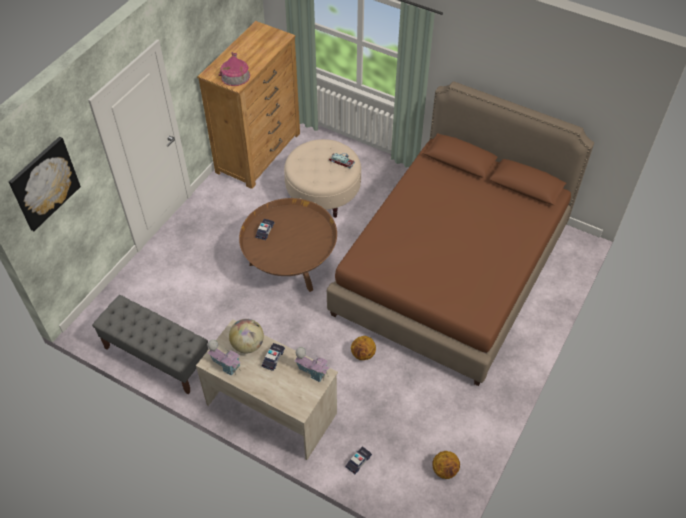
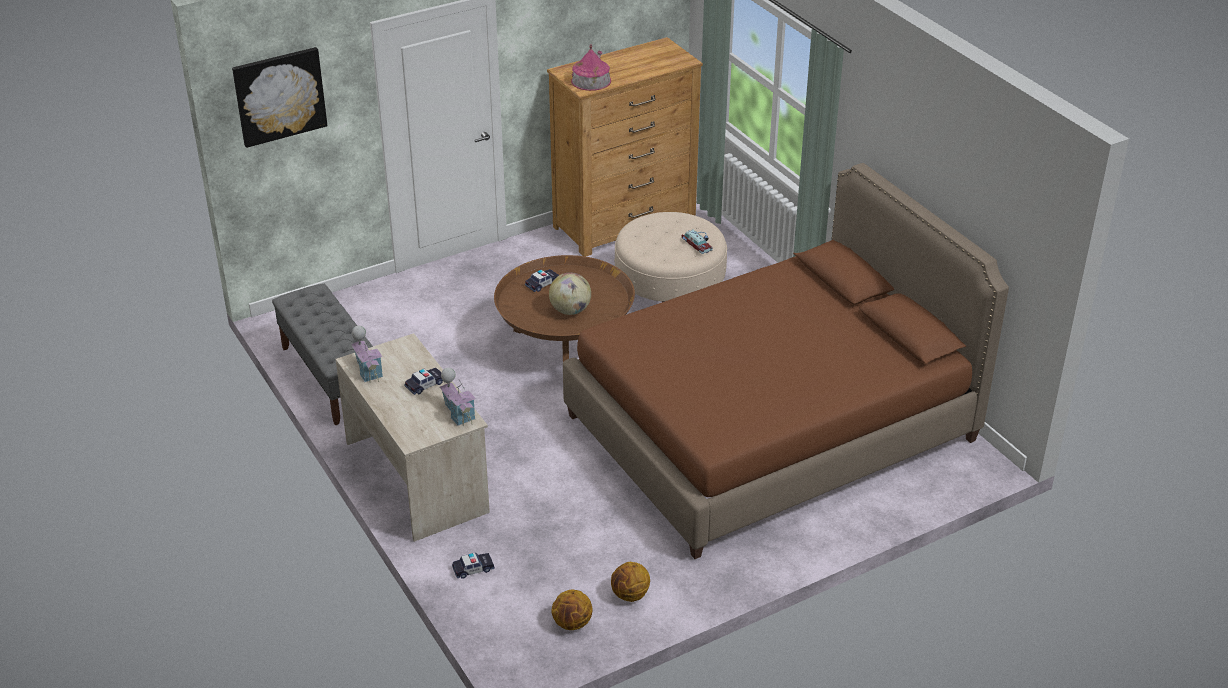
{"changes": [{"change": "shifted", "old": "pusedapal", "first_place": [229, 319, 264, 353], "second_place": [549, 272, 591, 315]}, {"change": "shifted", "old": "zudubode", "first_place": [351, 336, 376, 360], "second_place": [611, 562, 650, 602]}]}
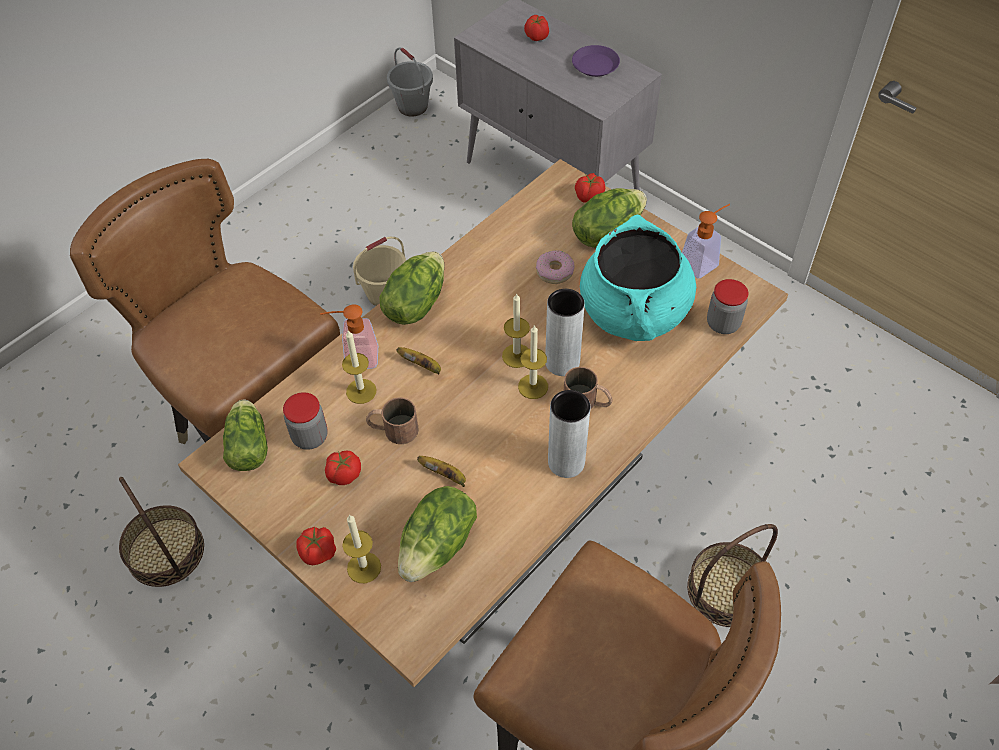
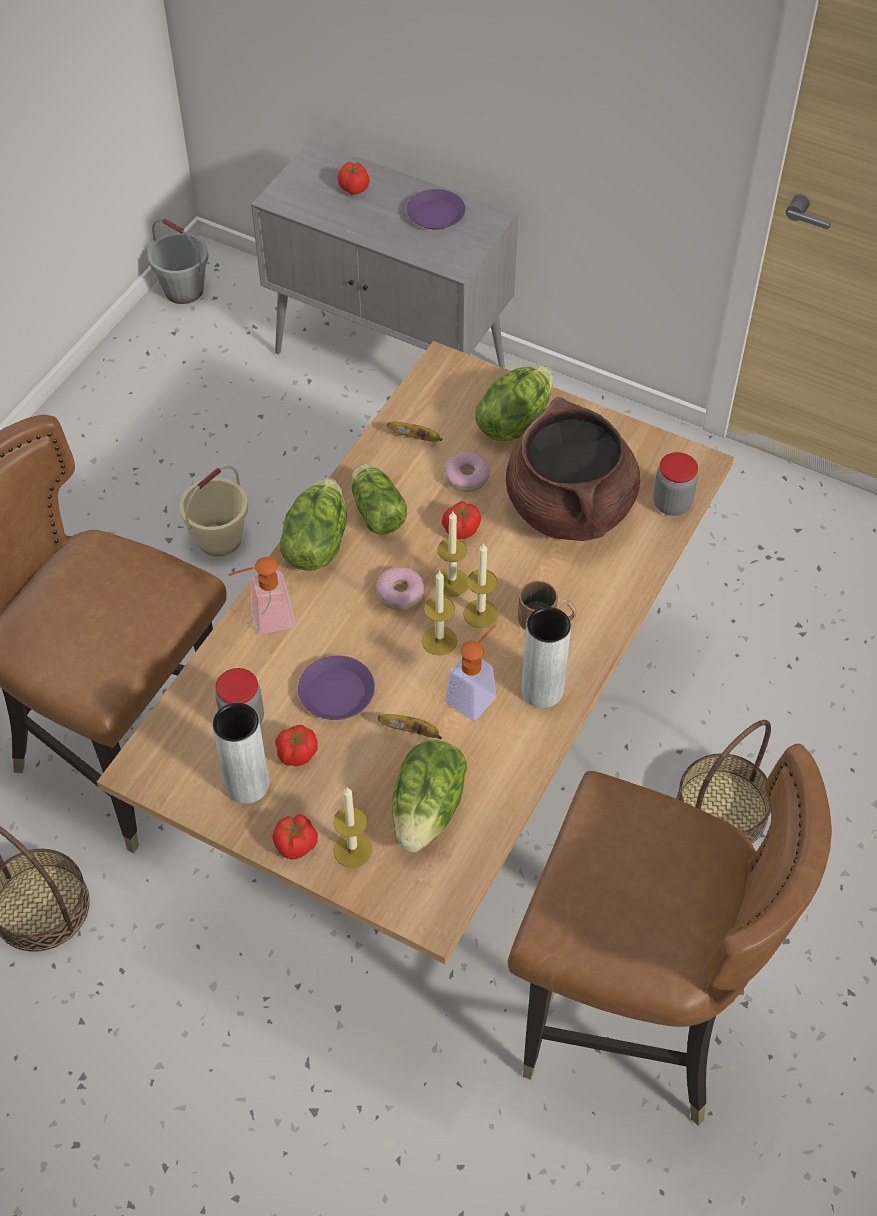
{"changes": [{"change": "shifted", "old": "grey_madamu", "first_place": [545, 289, 585, 376], "second_place": [212, 703, 269, 804]}, {"change": "swapped", "old": "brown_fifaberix", "new": "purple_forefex", "first_place": [366, 397, 419, 444], "second_place": [298, 656, 375, 720]}, {"change": "shifted", "old": "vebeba", "first_place": [223, 400, 268, 471], "second_place": [352, 464, 407, 535]}, {"change": "new", "new": "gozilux", "second_place": [376, 567, 424, 610]}, {"change": "shifted", "old": "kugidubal", "first_place": [397, 347, 441, 374], "second_place": [387, 422, 443, 442]}, {"change": "shifted", "old": "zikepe", "first_place": [342, 331, 376, 404], "second_place": [422, 570, 457, 656]}, {"change": "shifted", "old": "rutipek", "first_place": [575, 173, 605, 202], "second_place": [442, 501, 481, 539]}, {"change": "shifted", "old": "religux", "first_place": [682, 204, 730, 279], "second_place": [445, 625, 496, 720]}, {"change": "repainted", "old": "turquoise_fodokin", "new": "brown_fodokin", "first_place": [580, 215, 696, 341], "second_place": [506, 397, 640, 541]}]}
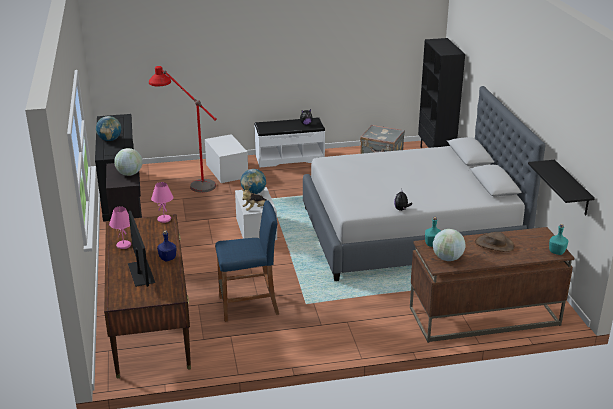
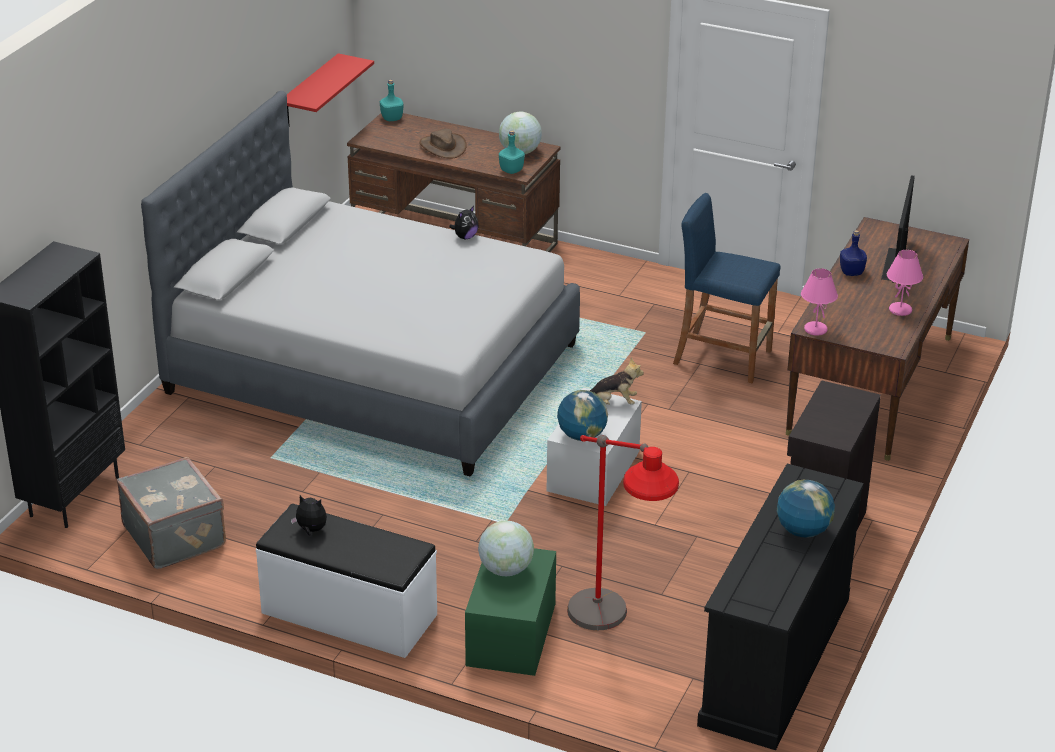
{"changes": [{"change": "repainted", "old": "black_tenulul", "new": "red_tenulul", "first_place": [528, 160, 595, 216], "second_place": [287, 53, 374, 127]}, {"change": "repainted", "old": "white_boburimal", "new": "green_boburimal", "first_place": [205, 134, 248, 183], "second_place": [465, 548, 556, 676]}, {"change": "shifted", "old": "pusedapal", "first_place": [114, 148, 142, 176], "second_place": [478, 521, 534, 576]}]}
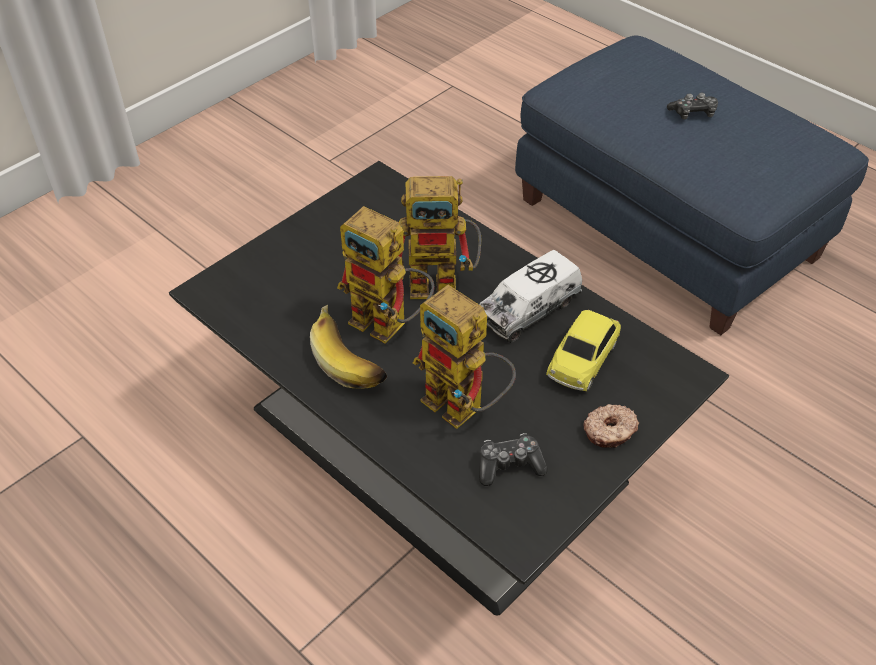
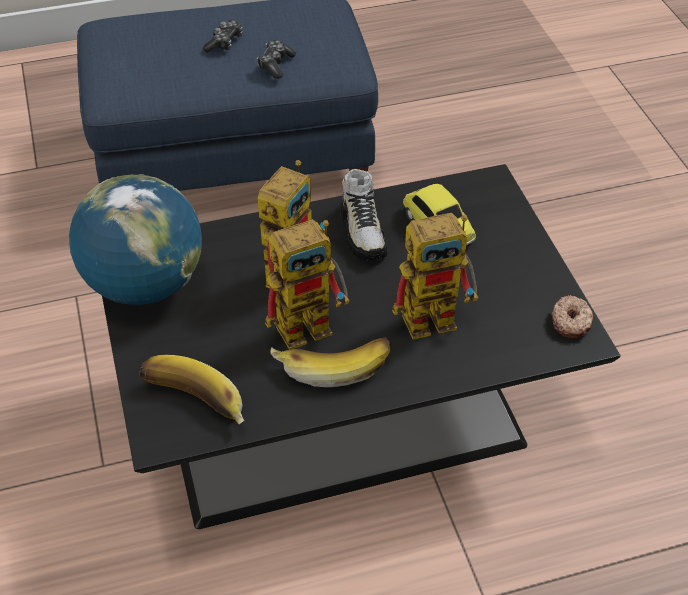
{"changes": [{"change": "new", "new": "pusedapal", "second_place": [69, 174, 202, 305]}, {"change": "new", "new": "kugidubal", "second_place": [140, 355, 244, 424]}, {"change": "shifted", "old": "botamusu", "first_place": [479, 433, 548, 486], "second_place": [257, 40, 296, 79]}, {"change": "swapped", "old": "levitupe", "new": "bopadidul", "first_place": [479, 250, 582, 343], "second_place": [340, 169, 388, 260]}, {"change": "shifted", "old": "gozilux", "first_place": [584, 404, 639, 448], "second_place": [551, 295, 593, 338]}]}
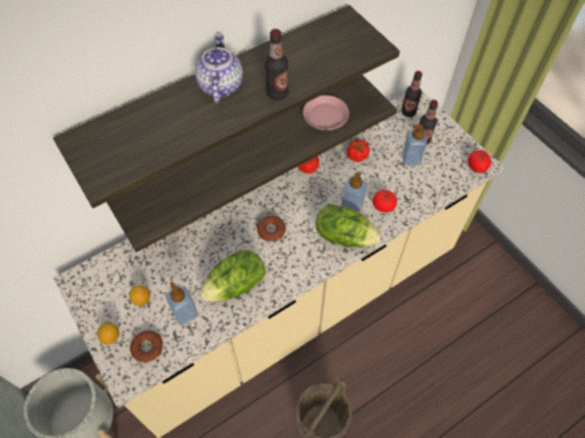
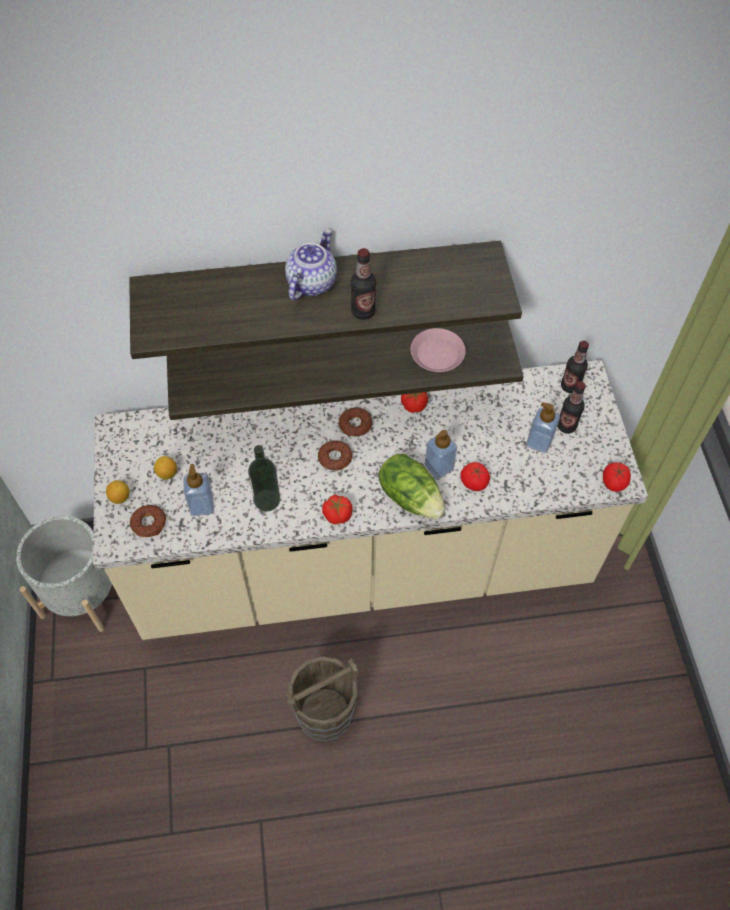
{"changes": [{"change": "swapped", "old": "vebeba", "new": "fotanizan", "first_place": [199, 250, 266, 302], "second_place": [248, 445, 280, 512]}, {"change": "shifted", "old": "rutipek", "first_place": [347, 140, 370, 162], "second_place": [322, 495, 353, 525]}, {"change": "new", "new": "gozilux", "second_place": [339, 407, 372, 436]}]}
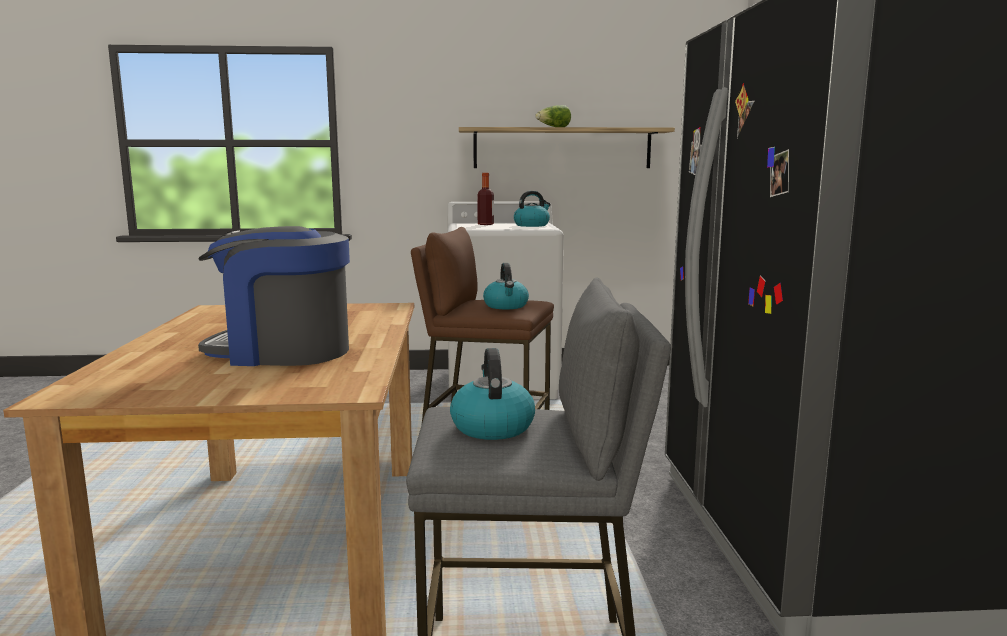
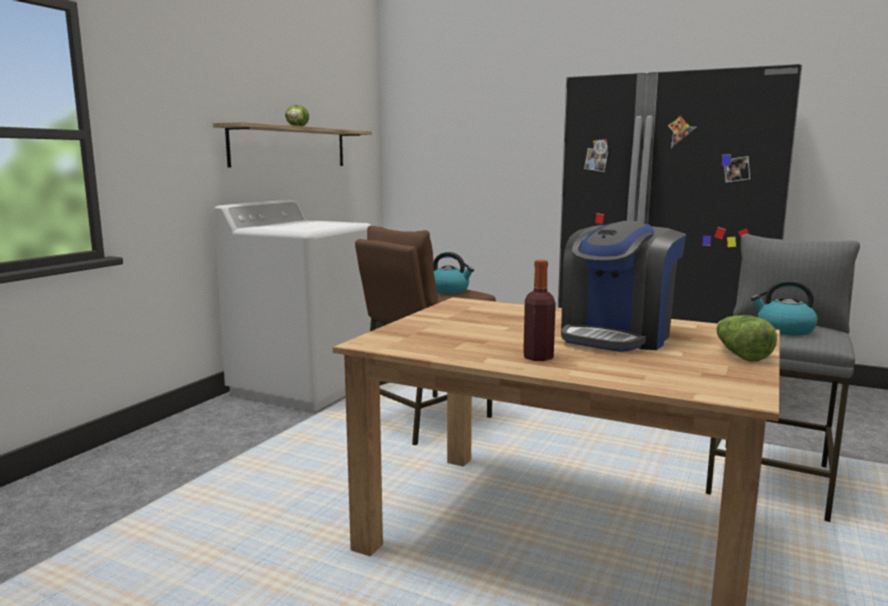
{"changes": [{"change": "shifted", "old": "fotanizan", "first_place": [477, 173, 494, 225], "second_place": [523, 260, 556, 361]}, {"change": "new", "new": "vebeba", "second_place": [716, 315, 777, 362]}, {"change": "gone", "old": "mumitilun", "first_place": [514, 191, 551, 227]}]}
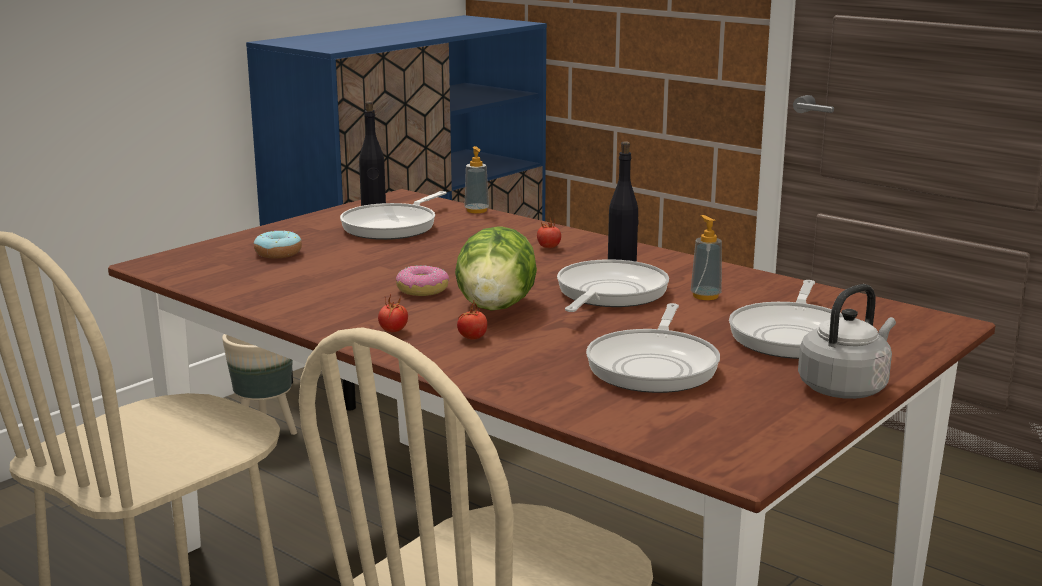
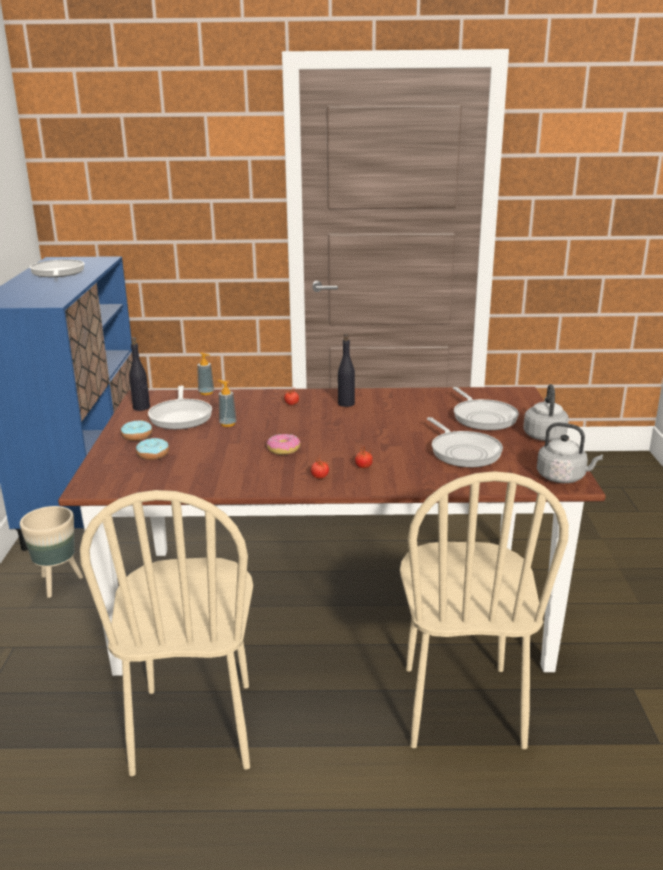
{"changes": [{"change": "shifted", "old": "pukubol", "first_place": [557, 259, 669, 312], "second_place": [30, 259, 84, 277]}, {"change": "new", "new": "gozilux", "second_place": [121, 420, 152, 441]}, {"change": "shifted", "old": "religux", "first_place": [691, 215, 722, 300], "second_place": [217, 380, 237, 427]}, {"change": "new", "new": "grey_mumitilun", "second_place": [537, 422, 603, 483]}, {"change": "gone", "old": "vebeba", "first_place": [455, 226, 537, 311]}]}
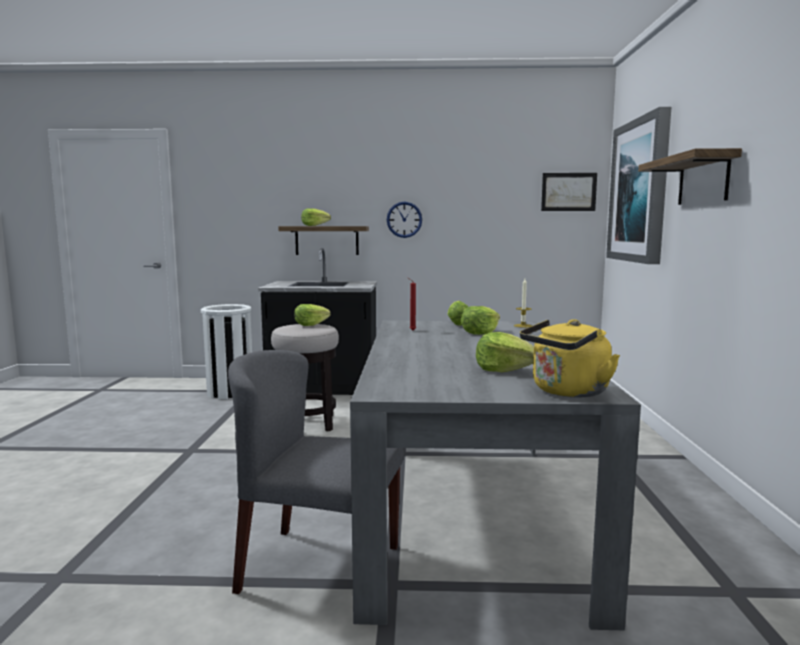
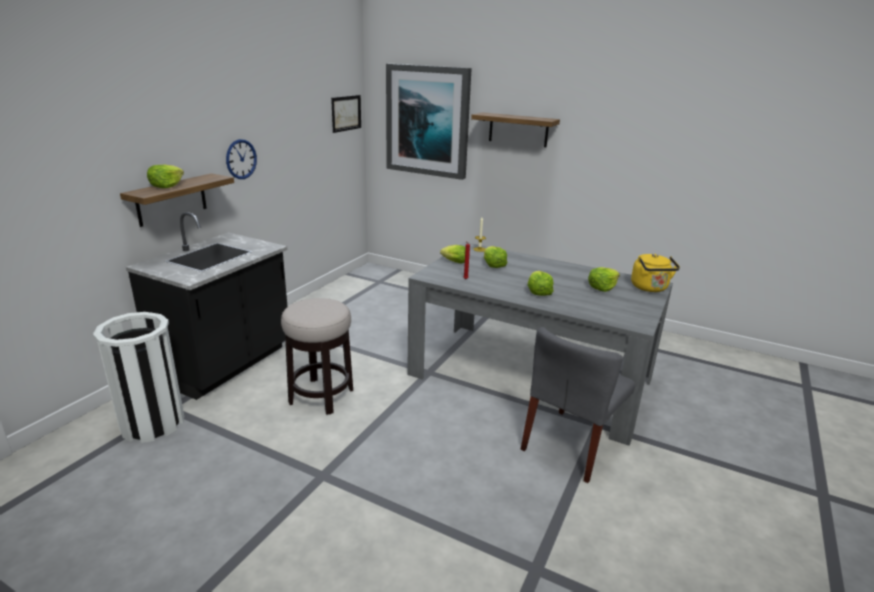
{"changes": [{"change": "shifted", "old": "vebeba", "first_place": [294, 304, 331, 326], "second_place": [528, 271, 554, 296]}]}
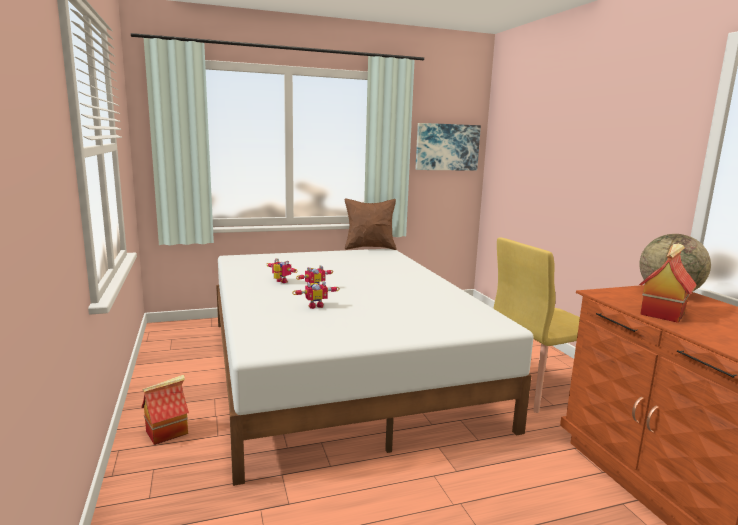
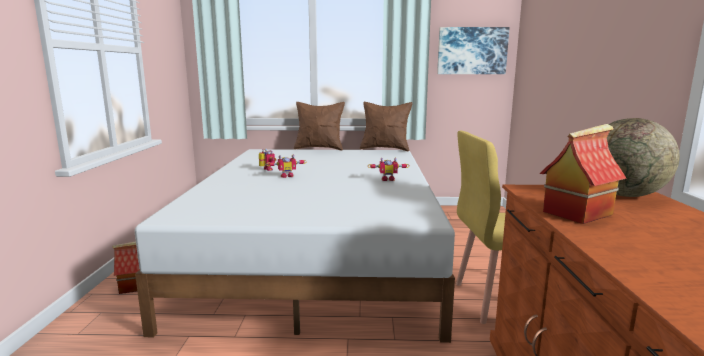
{"changes": [{"change": "new", "new": "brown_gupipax", "second_place": [294, 102, 345, 151]}, {"change": "shifted", "old": "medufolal", "first_place": [292, 280, 340, 309], "second_place": [368, 158, 410, 181]}]}
